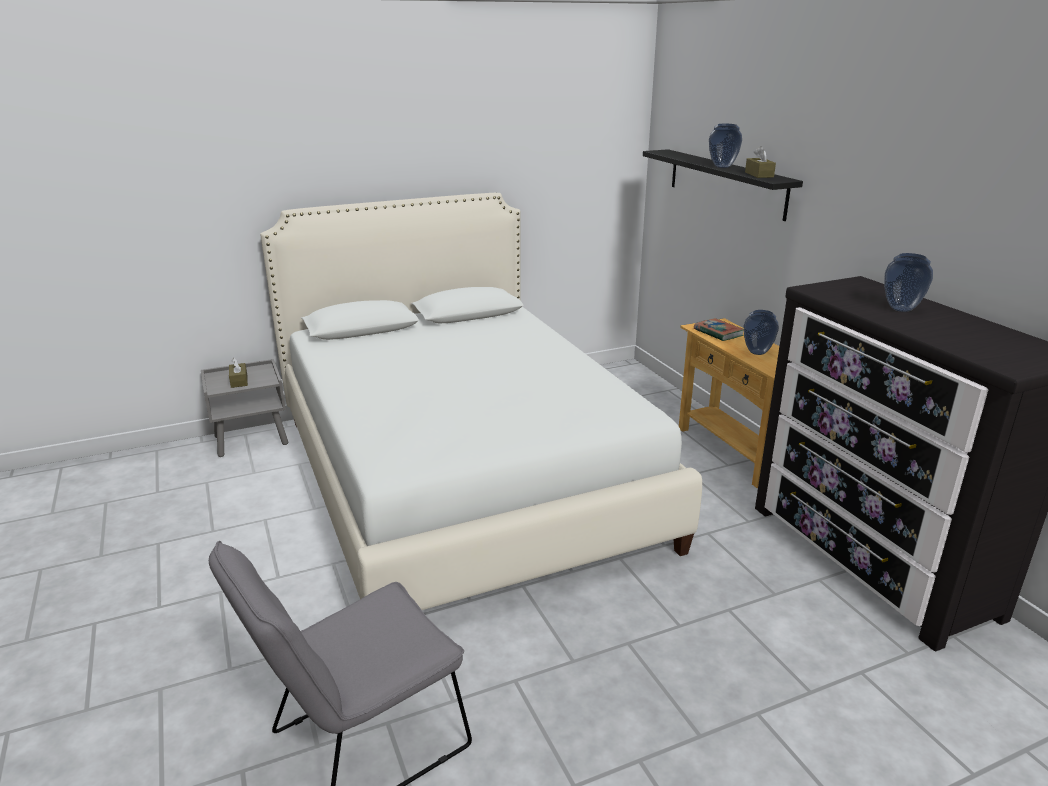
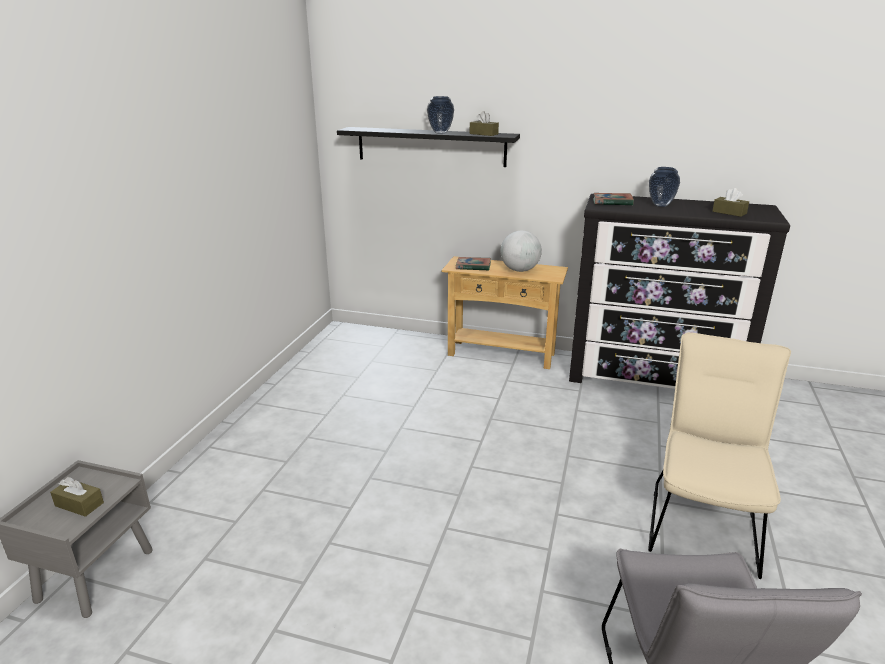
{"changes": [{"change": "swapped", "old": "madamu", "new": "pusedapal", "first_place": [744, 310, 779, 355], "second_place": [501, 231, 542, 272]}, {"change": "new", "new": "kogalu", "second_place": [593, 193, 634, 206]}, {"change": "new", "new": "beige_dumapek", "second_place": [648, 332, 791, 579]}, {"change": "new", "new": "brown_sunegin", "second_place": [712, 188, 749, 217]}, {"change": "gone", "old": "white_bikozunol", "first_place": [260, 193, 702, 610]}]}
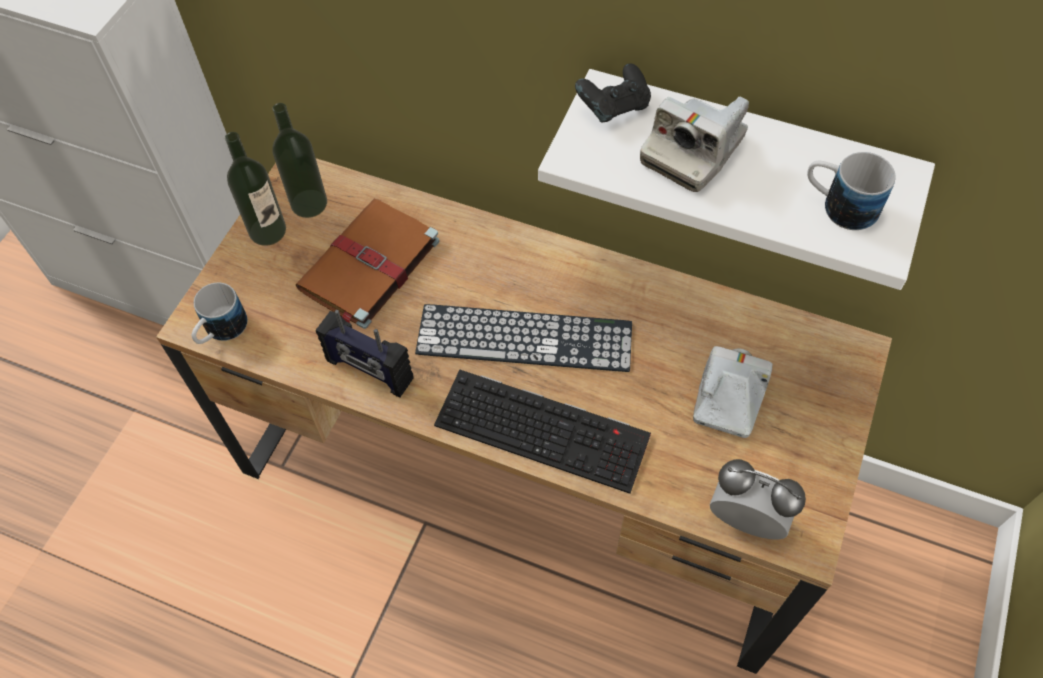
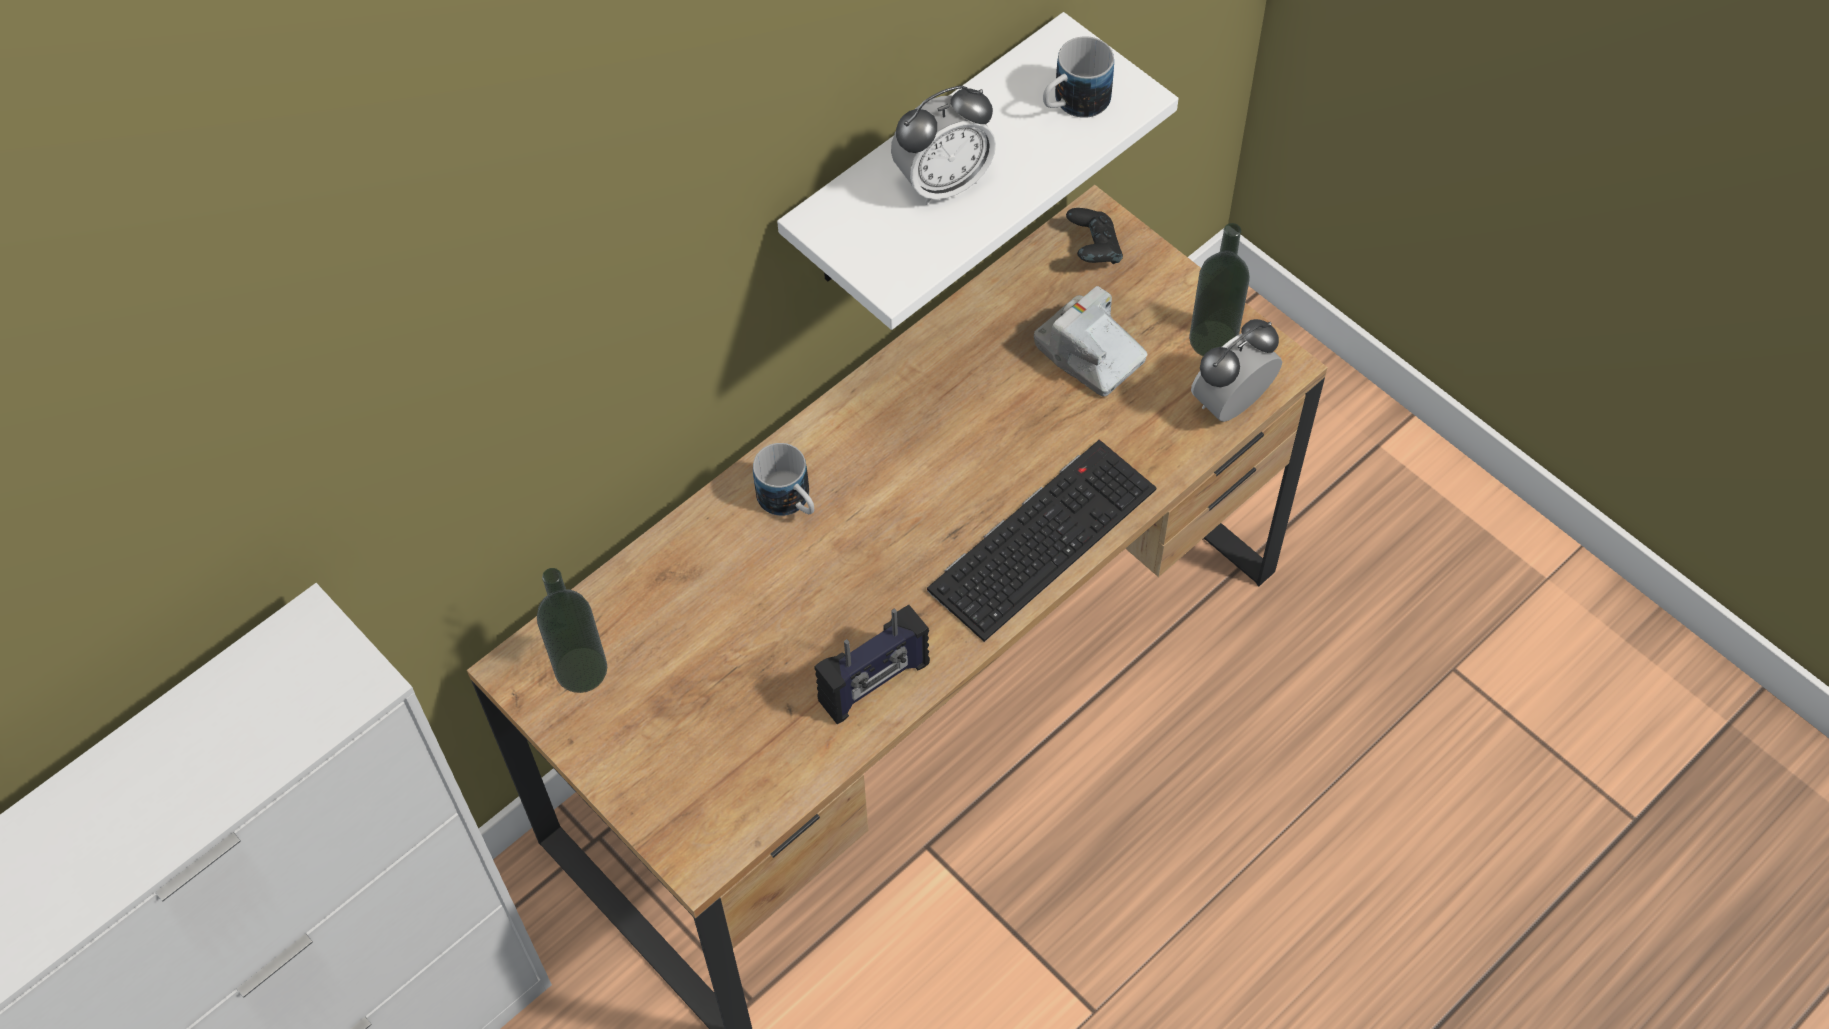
{"changes": [{"change": "shifted", "old": "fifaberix", "first_place": [192, 283, 247, 344], "second_place": [753, 443, 814, 516]}, {"change": "swapped", "old": "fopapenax", "new": "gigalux", "first_place": [640, 97, 749, 192], "second_place": [891, 85, 996, 205]}, {"change": "shifted", "old": "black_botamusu", "first_place": [575, 63, 651, 122], "second_place": [1066, 208, 1123, 264]}, {"change": "shifted", "old": "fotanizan", "first_place": [225, 132, 286, 246], "second_place": [1189, 223, 1250, 356]}, {"change": "gone", "old": "brown_kogalu", "first_place": [295, 199, 440, 329]}, {"change": "gone", "old": "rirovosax", "first_place": [415, 304, 632, 372]}]}
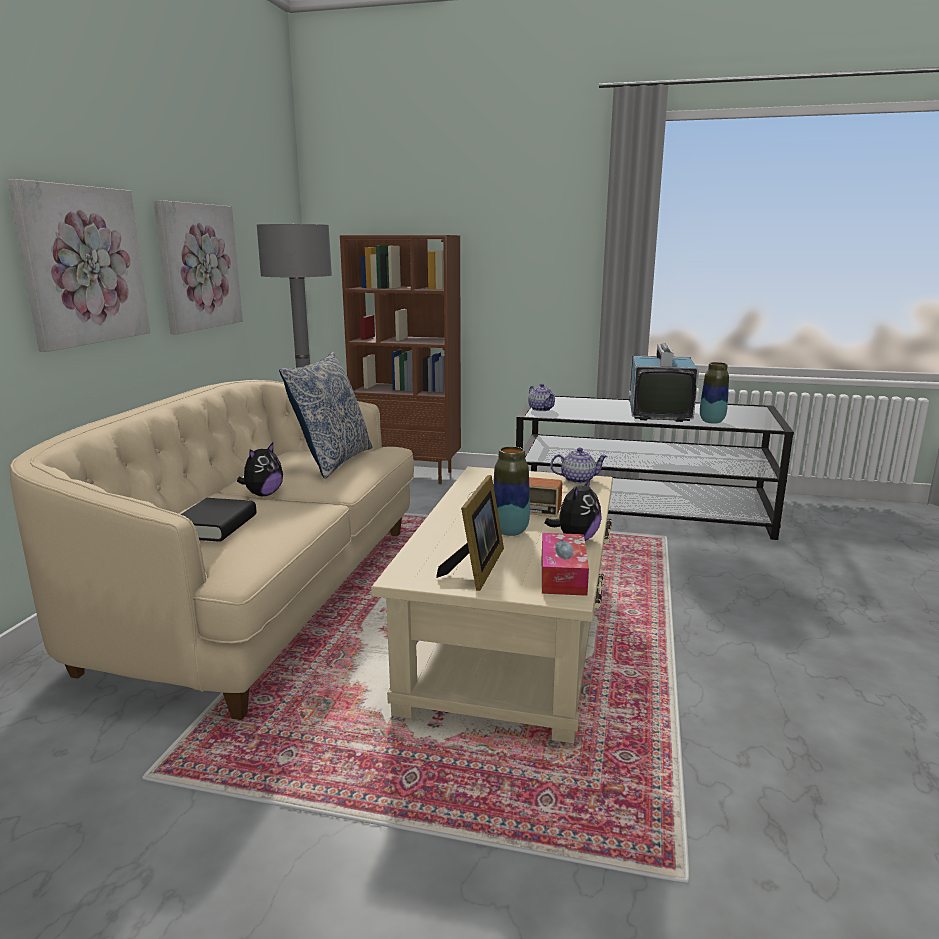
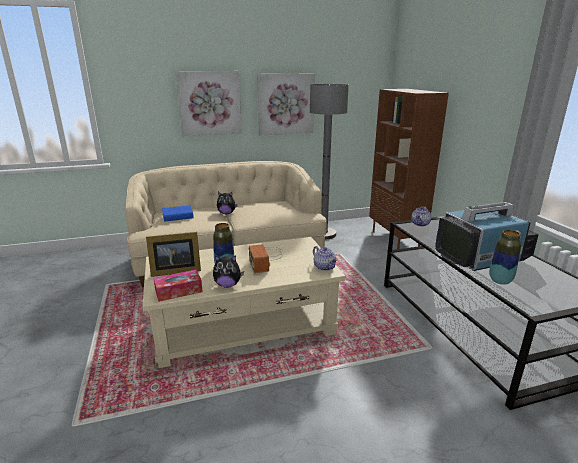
{"changes": [{"change": "repainted", "old": "black_kogalu", "new": "blue_kogalu", "first_place": [181, 498, 256, 542], "second_place": [162, 205, 194, 222]}, {"change": "gone", "old": "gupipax", "first_place": [279, 352, 372, 479]}]}
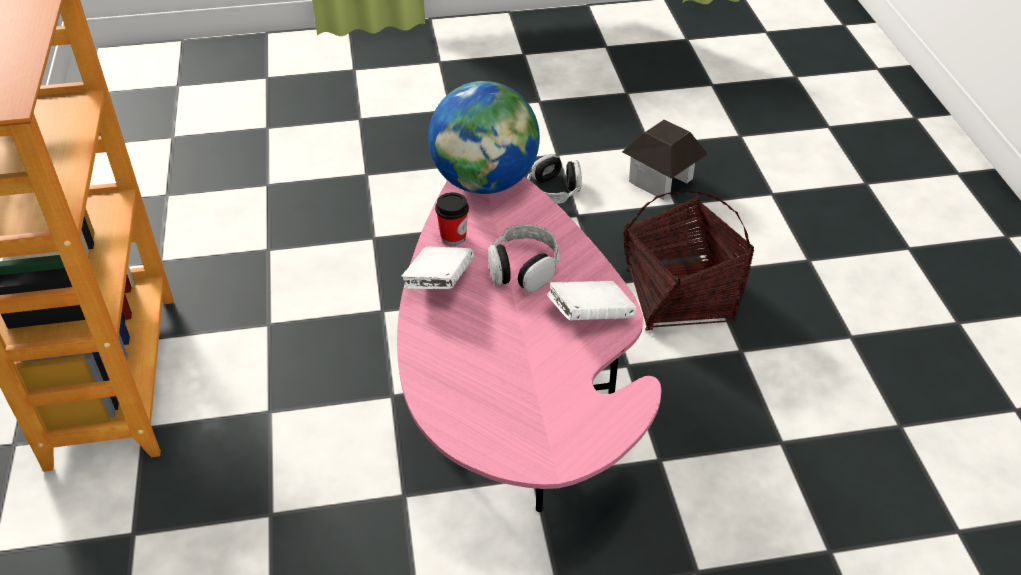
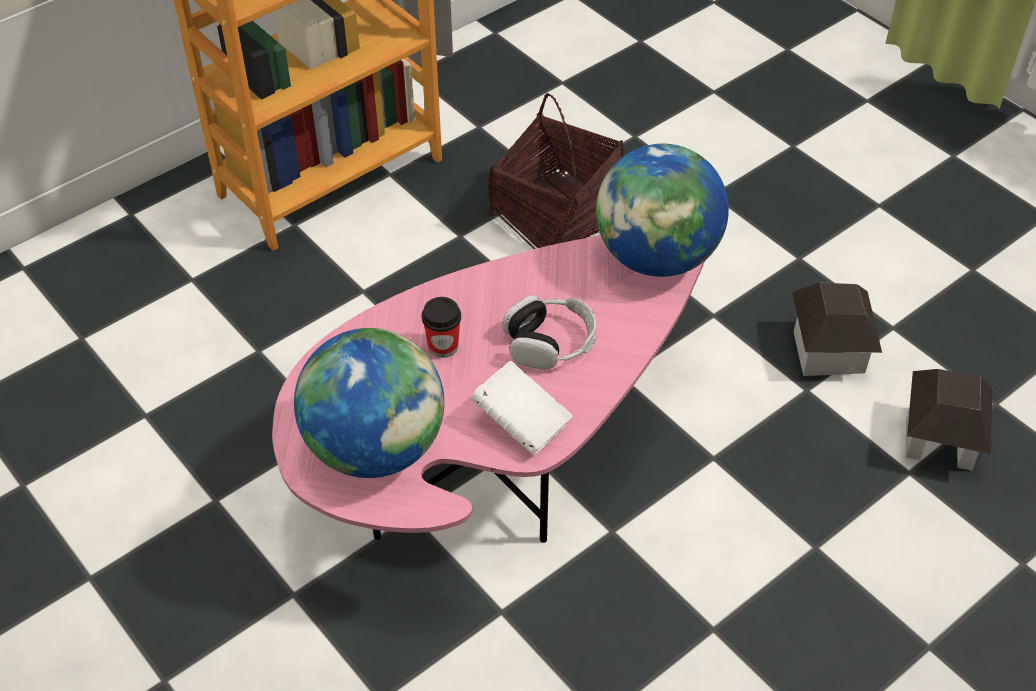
{"changes": [{"change": "new", "new": "pusedapal", "second_place": [294, 328, 444, 478]}, {"change": "shifted", "old": "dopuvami", "first_place": [435, 192, 469, 246], "second_place": [422, 297, 461, 358]}, {"change": "shifted", "old": "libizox", "first_place": [623, 191, 754, 331], "second_place": [488, 93, 624, 249]}, {"change": "swapped", "old": "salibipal", "new": "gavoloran", "first_place": [527, 154, 582, 204], "second_place": [792, 282, 882, 376]}, {"change": "gone", "old": "white_kogalu", "first_place": [401, 247, 474, 289]}]}
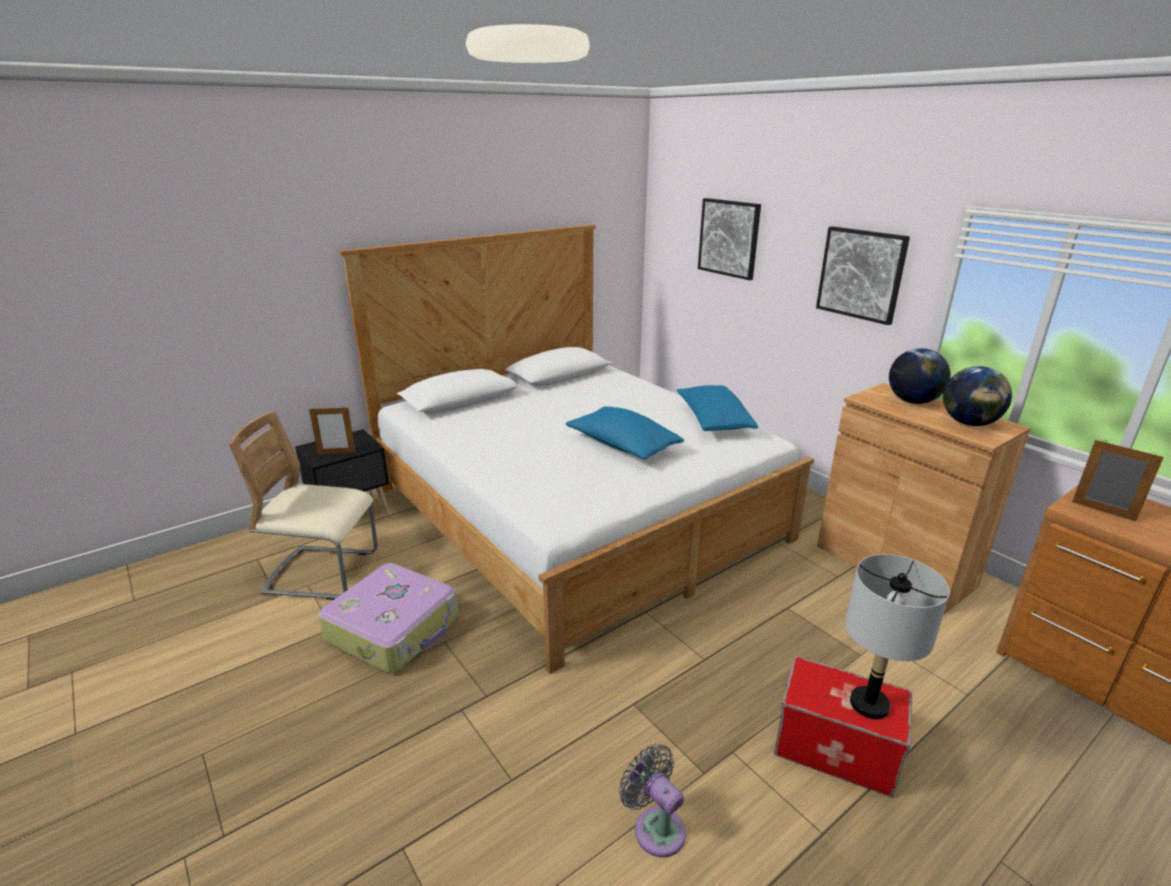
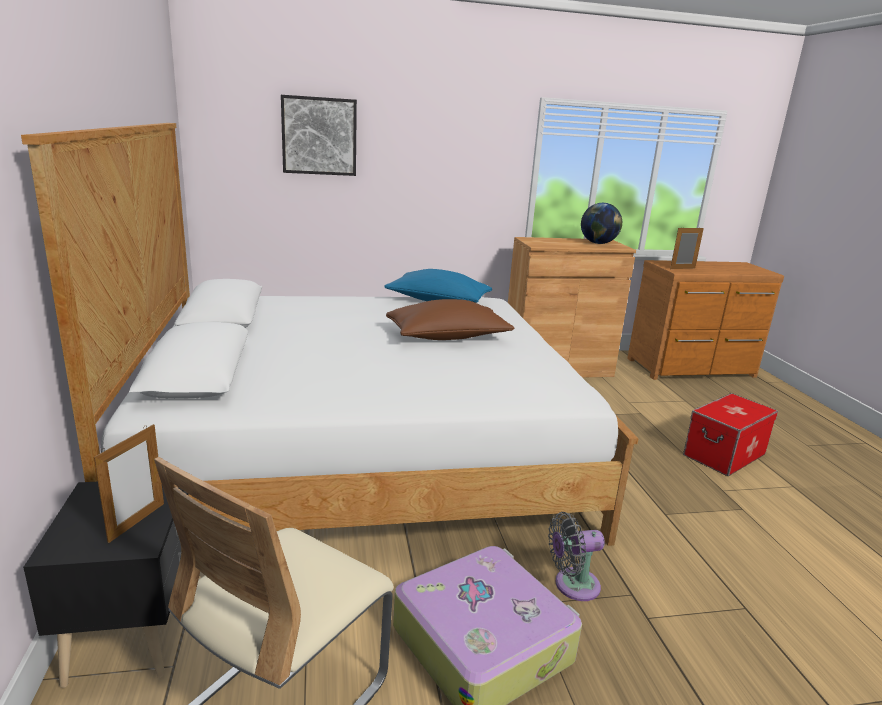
{"changes": [{"change": "repainted", "old": "blue_gupipax", "new": "brown_gupipax", "first_place": [565, 406, 684, 460], "second_place": [386, 299, 514, 340]}, {"change": "shifted", "old": "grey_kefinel", "first_place": [619, 744, 686, 857], "second_place": [548, 512, 605, 601]}, {"change": "gone", "old": "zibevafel", "first_place": [816, 226, 910, 325]}, {"change": "gone", "old": "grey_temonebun", "first_place": [845, 554, 950, 719]}, {"change": "gone", "old": "pusedapal", "first_place": [889, 348, 951, 404]}]}
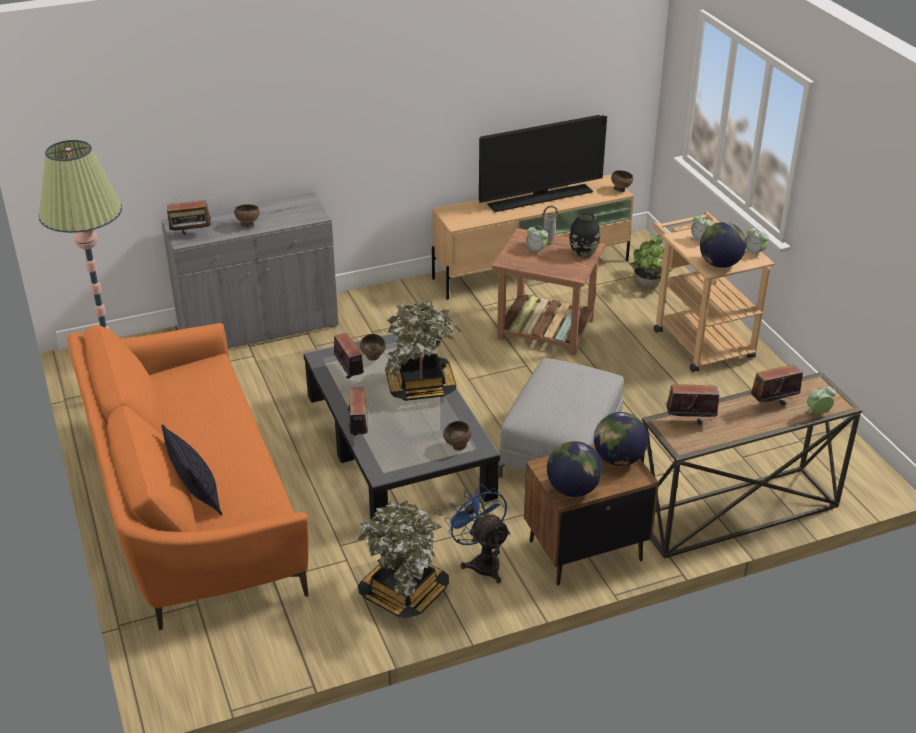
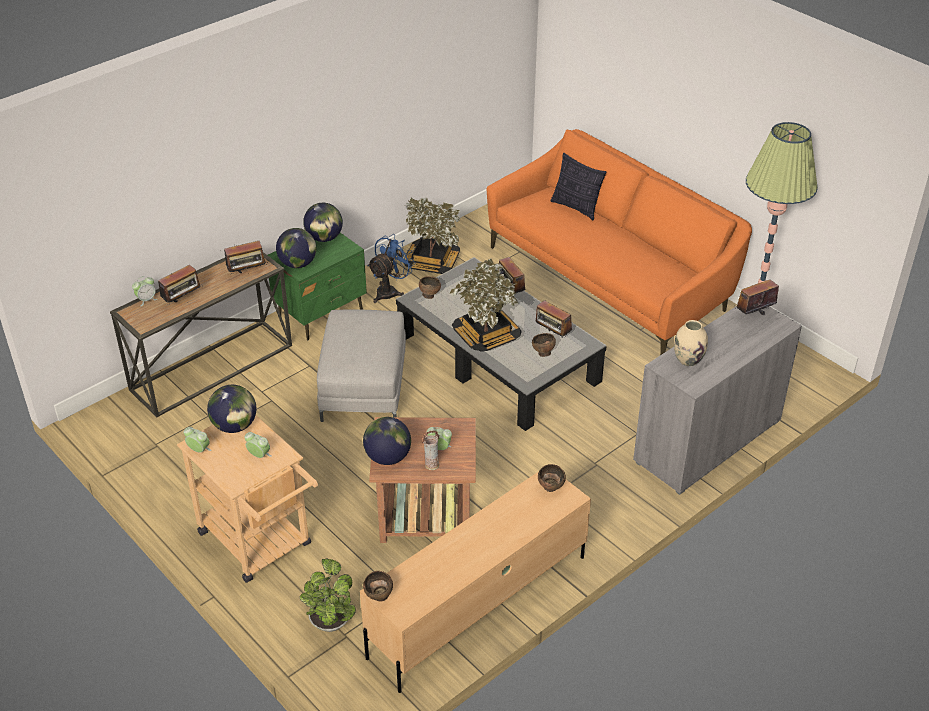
{"changes": [{"change": "repainted", "old": "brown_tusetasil", "new": "green_tusetasil", "first_place": [524, 444, 659, 586], "second_place": [268, 233, 367, 340]}, {"change": "swapped", "old": "black_madamu", "new": "pusedapal", "first_place": [570, 213, 600, 258], "second_place": [363, 417, 411, 465]}, {"change": "rotated", "old": "blue_kefinel", "first_place": [444, 484, 510, 583], "second_place": [368, 234, 416, 303], "degrees": -90}, {"change": "shifted", "old": "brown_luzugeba", "first_place": [234, 204, 260, 227], "second_place": [538, 464, 566, 492]}, {"change": "new", "new": "beige_madamu", "second_place": [674, 320, 708, 366]}, {"change": "gone", "old": "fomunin", "first_place": [479, 115, 607, 212]}]}
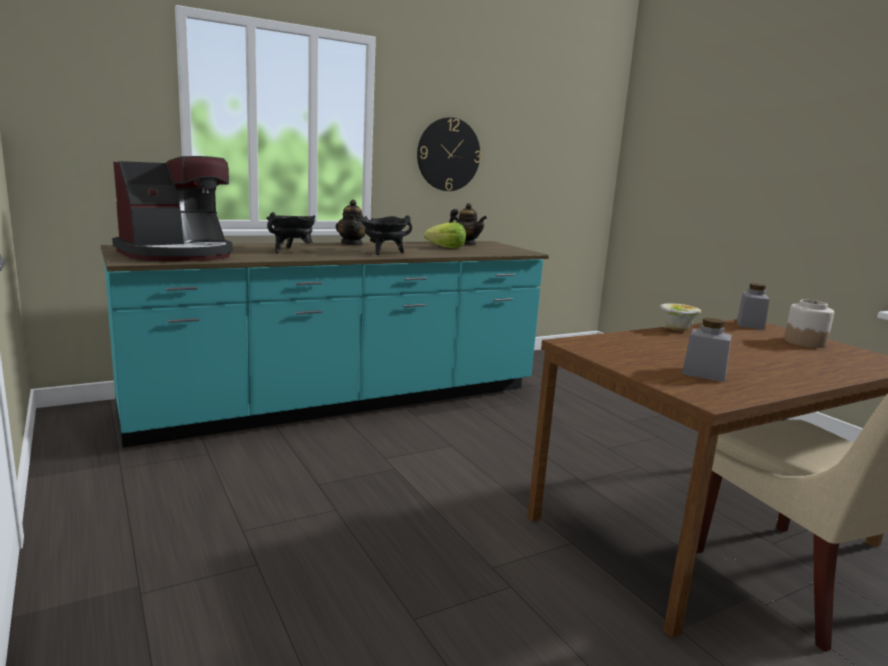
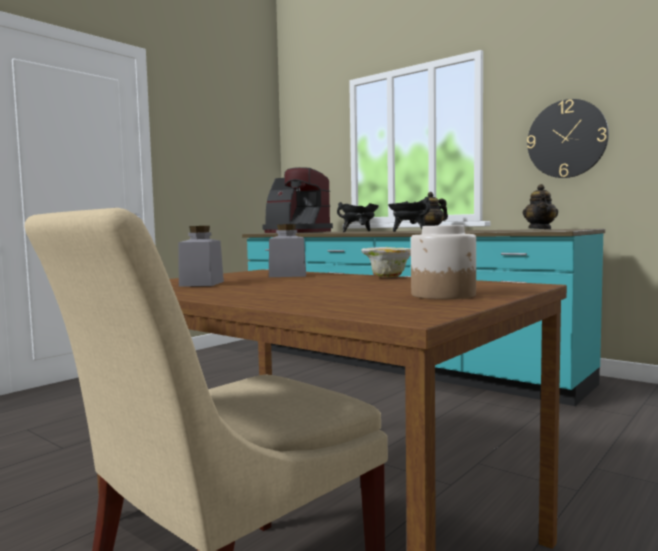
{"changes": [{"change": "shifted", "old": "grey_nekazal", "first_place": [737, 283, 770, 330], "second_place": [269, 224, 306, 277]}, {"change": "gone", "old": "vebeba", "first_place": [424, 222, 466, 248]}]}
